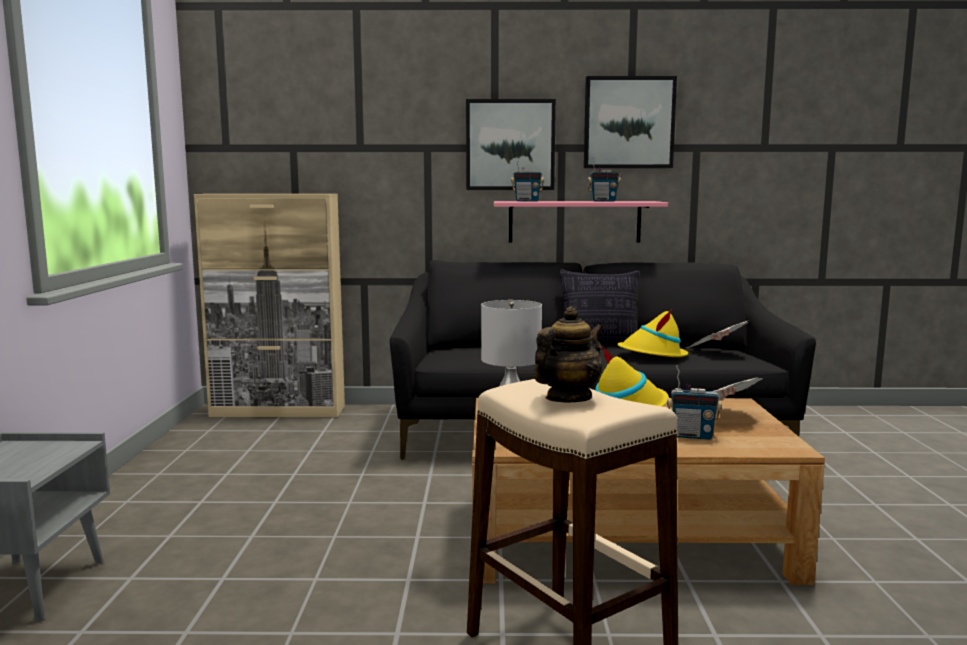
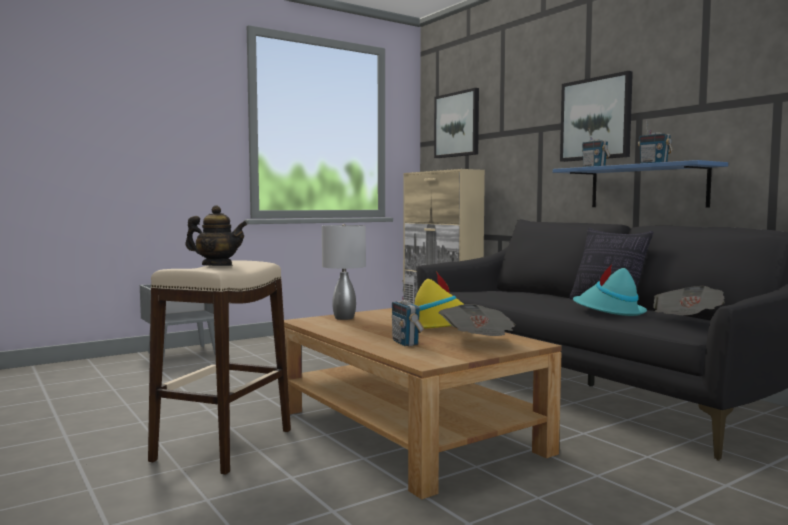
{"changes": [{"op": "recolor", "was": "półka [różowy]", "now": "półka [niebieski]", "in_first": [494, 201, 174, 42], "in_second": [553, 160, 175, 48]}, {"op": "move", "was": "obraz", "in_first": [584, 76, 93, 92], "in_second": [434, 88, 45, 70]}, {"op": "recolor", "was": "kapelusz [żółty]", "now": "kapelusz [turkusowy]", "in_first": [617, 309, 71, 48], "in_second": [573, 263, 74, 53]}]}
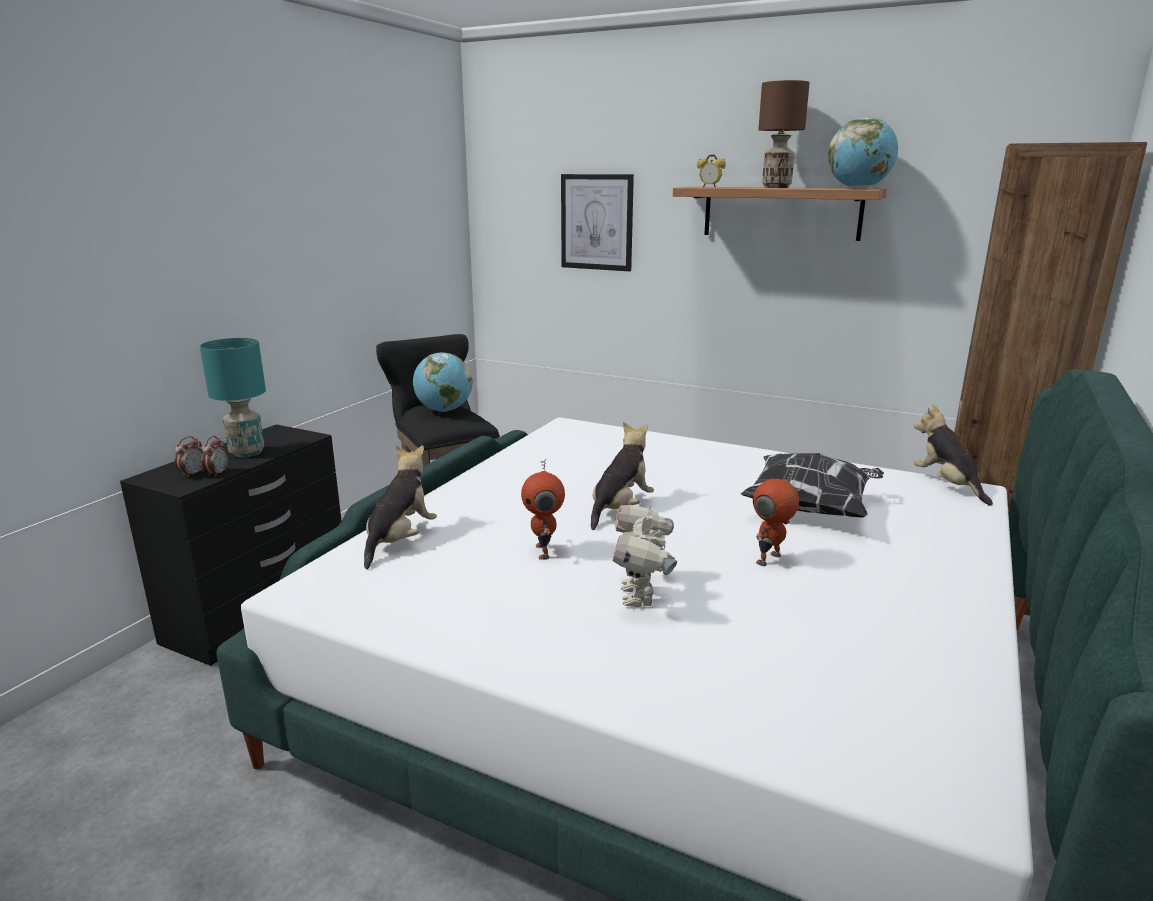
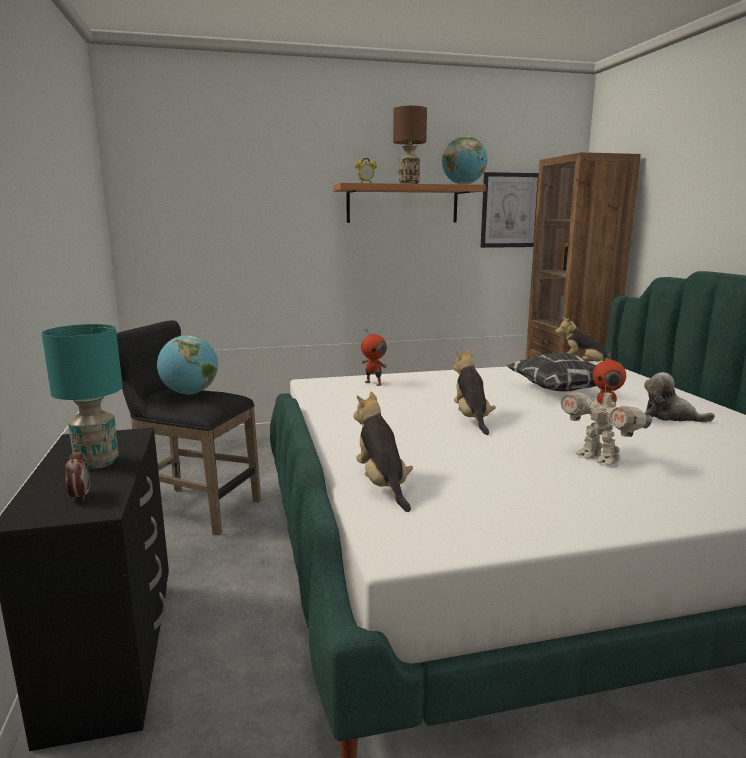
{"changes": [{"op": "delete", "was": "budzik", "in_first": [201, 436, 27, 41]}, {"op": "move", "was": "robot zabawkowy", "in_first": [521, 459, 44, 101], "in_second": [361, 328, 26, 58]}, {"op": "move", "was": "obraz", "in_first": [561, 174, 73, 97], "in_second": [481, 172, 58, 76]}, {"op": "insert", "now": "pluszak", "in_second": [644, 372, 71, 50]}]}
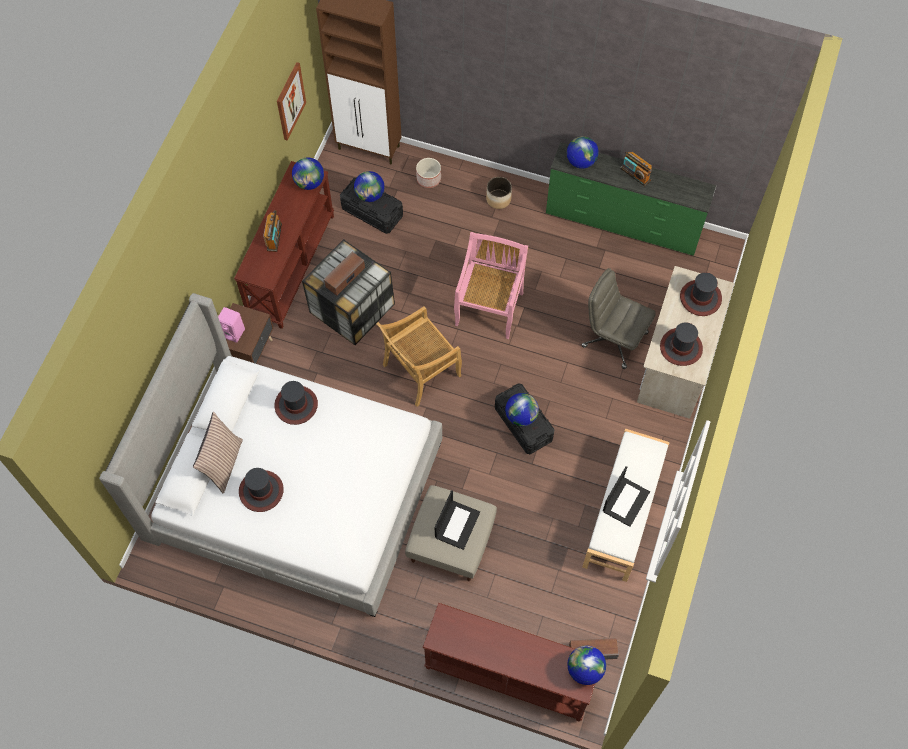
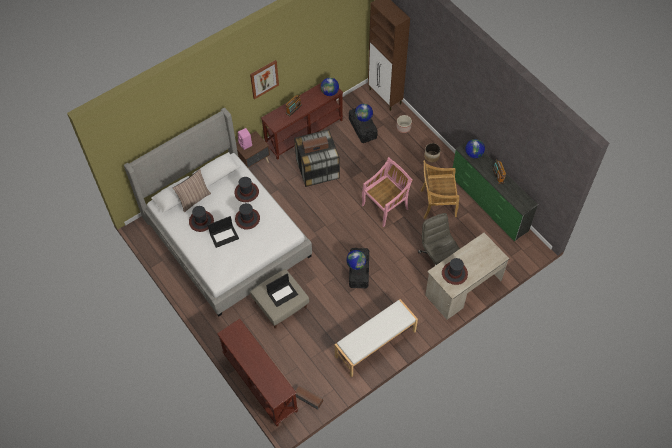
{"changes": [{"op": "move", "was": "obraz", "in_first": [277, 62, 29, 79], "in_second": [250, 60, 29, 39]}, {"op": "move", "was": "krzesło [beżowy]", "in_first": [377, 307, 85, 100], "in_second": [421, 160, 38, 59]}, {"op": "delete", "was": "globus", "in_first": [567, 645, 39, 40]}, {"op": "move", "was": "laptop", "in_first": [603, 466, 47, 61], "in_second": [208, 216, 31, 32]}, {"op": "move", "was": "kapelusz", "in_first": [680, 273, 42, 43], "in_second": [235, 203, 25, 27]}]}
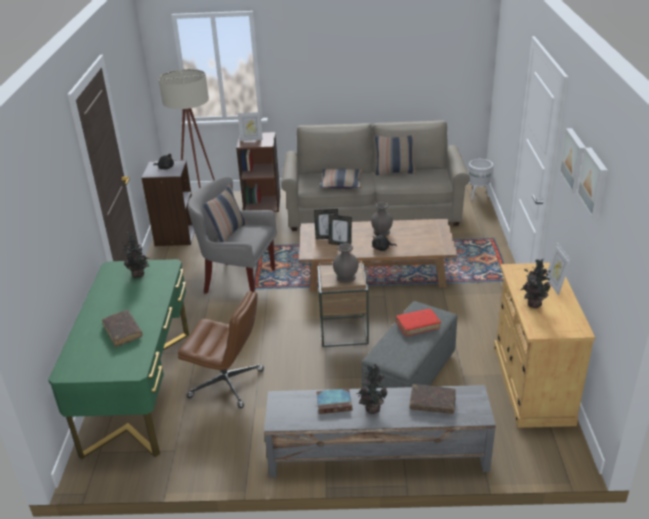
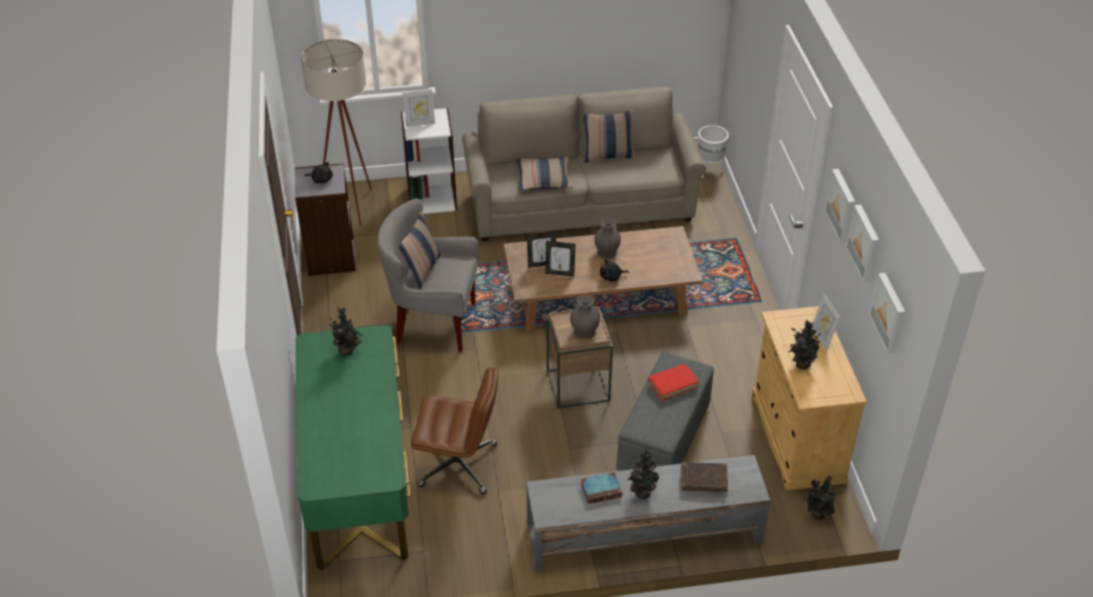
{"changes": [{"op": "delete", "was": "książka [brązowy]", "in_first": [102, 310, 41, 37]}, {"op": "recolor", "was": "regał [brązowy]", "now": "regał [biały]", "in_first": [236, 132, 44, 80], "in_second": [401, 108, 56, 106]}, {"op": "insert", "now": "roślina doniczkowa", "in_second": [803, 474, 39, 46]}, {"op": "insert", "now": "obraz", "in_second": [869, 273, 36, 81]}]}
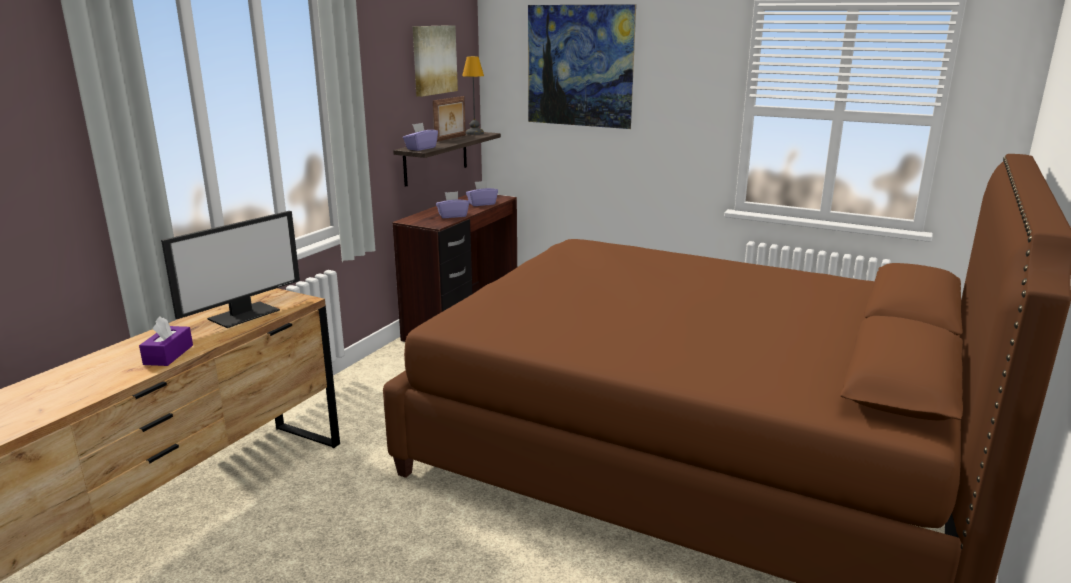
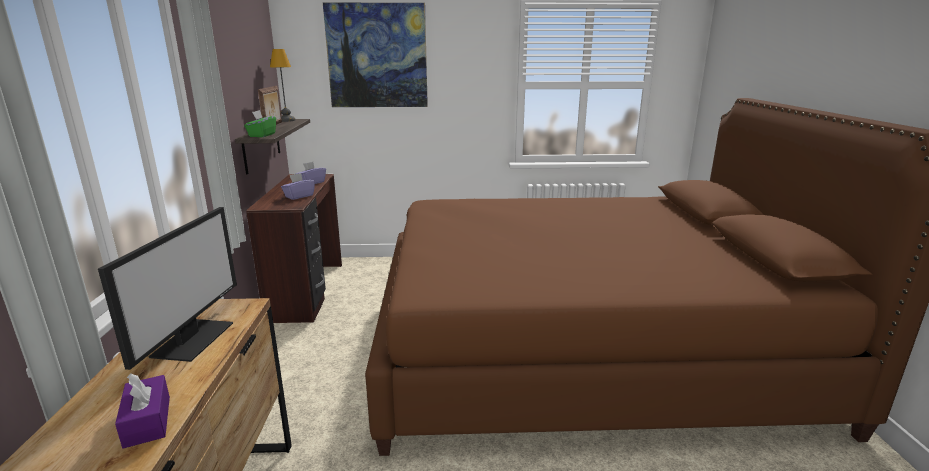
{"changes": [{"op": "recolor", "was": "pudełko chusteczek [fioletowy]", "now": "pudełko chusteczek [zielony]", "in_first": [403, 123, 35, 28], "in_second": [244, 110, 32, 27]}, {"op": "delete", "was": "obraz", "in_first": [413, 25, 45, 72]}]}
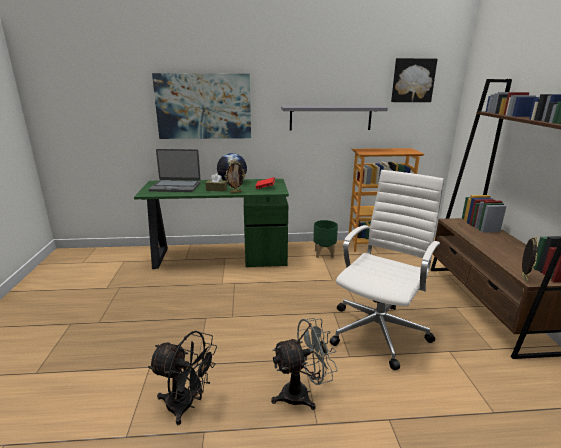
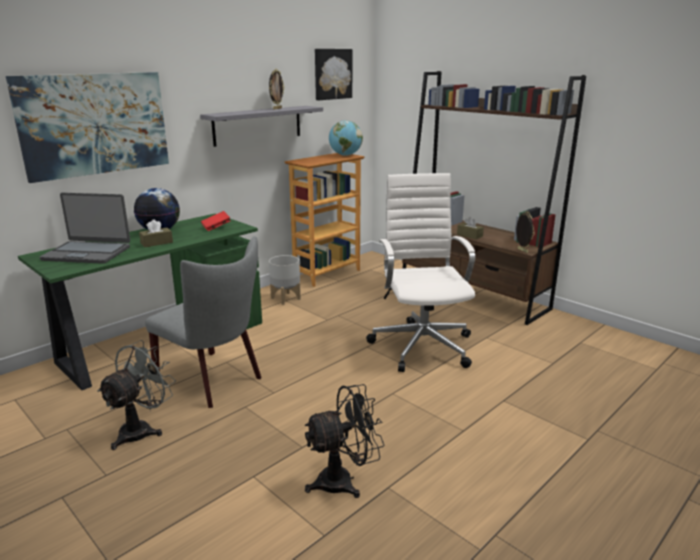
{"changes": [{"op": "rotate", "was": "laptop", "in_first": [149, 149, 51, 43], "in_second": [40, 193, 90, 71], "clockwise": 45}, {"op": "move", "was": "ramka na zdjęcie", "in_first": [225, 161, 21, 32], "in_second": [269, 69, 16, 40]}, {"op": "move", "was": "wentylator [szary]", "in_first": [271, 318, 66, 92], "in_second": [97, 340, 79, 110]}, {"op": "recolor", "was": "donica [zielony]", "now": "donica [szary]", "in_first": [313, 220, 25, 38], "in_second": [269, 255, 32, 50]}, {"op": "insert", "now": "krzesło [szary]", "in_second": [145, 236, 116, 172]}, {"op": "insert", "now": "globus", "in_second": [329, 121, 34, 35]}, {"op": "insert", "now": "pudełko chusteczek [brązowy]", "in_second": [457, 217, 27, 22]}]}
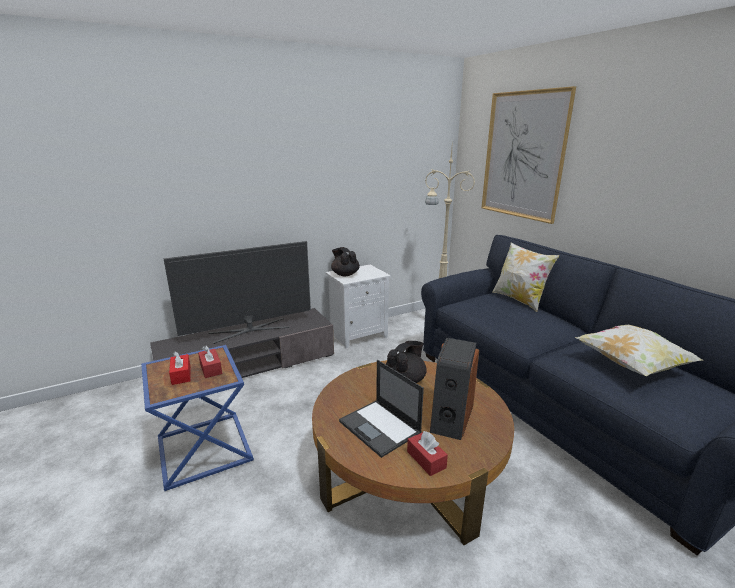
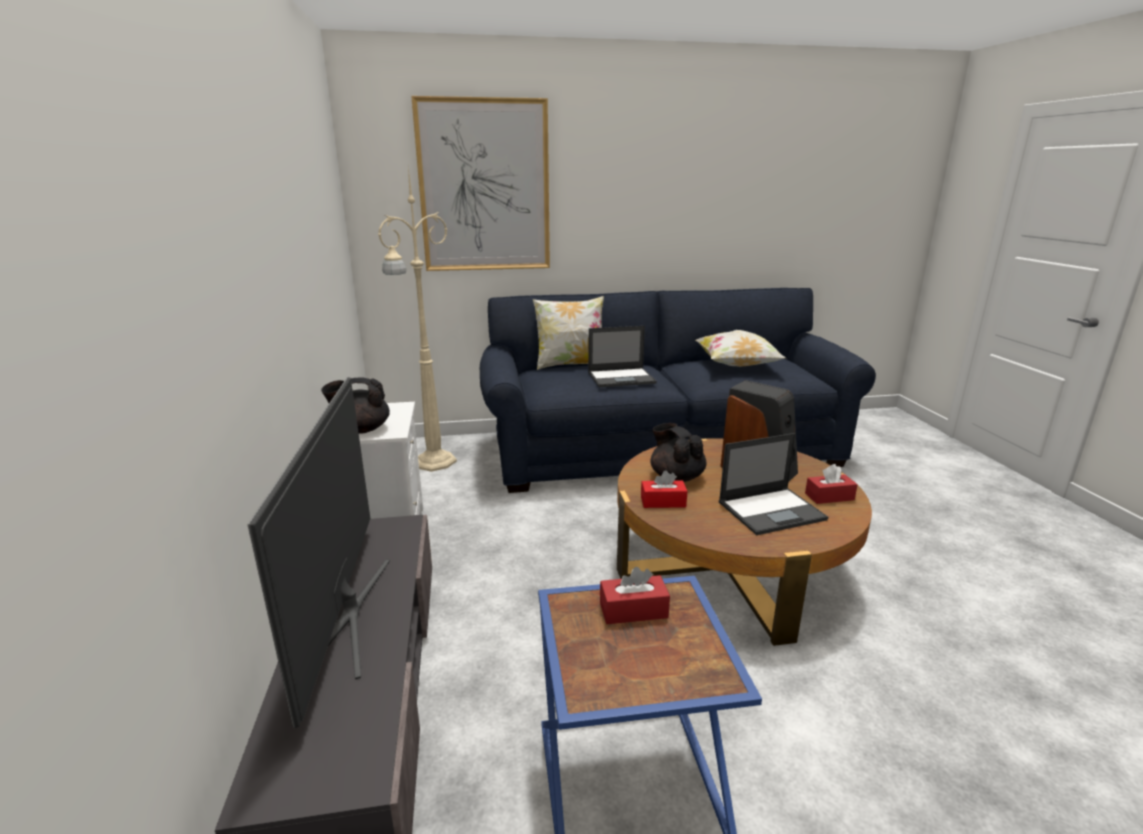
{"changes": [{"op": "move", "was": "pudełko chusteczek [czerwony]", "in_first": [169, 351, 21, 34], "in_second": [641, 470, 46, 38]}, {"op": "insert", "now": "laptop", "in_second": [588, 326, 69, 61]}]}
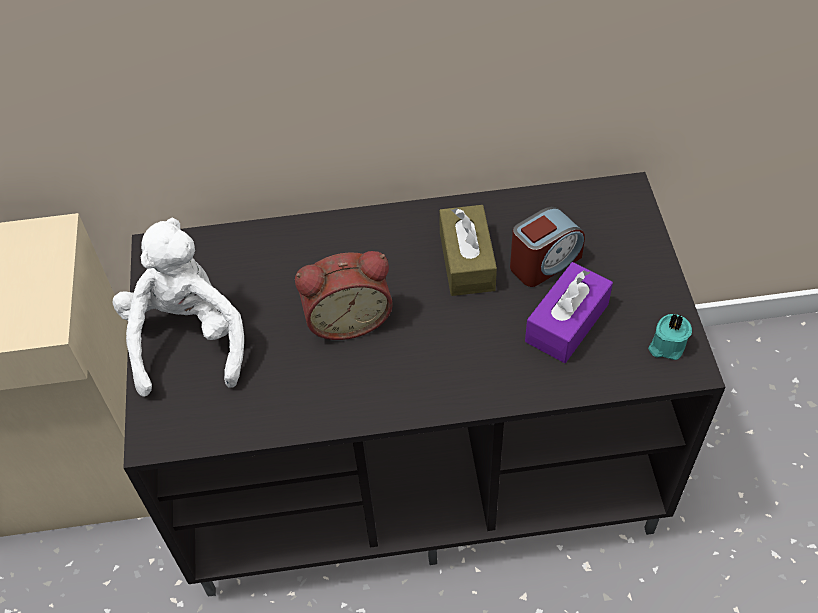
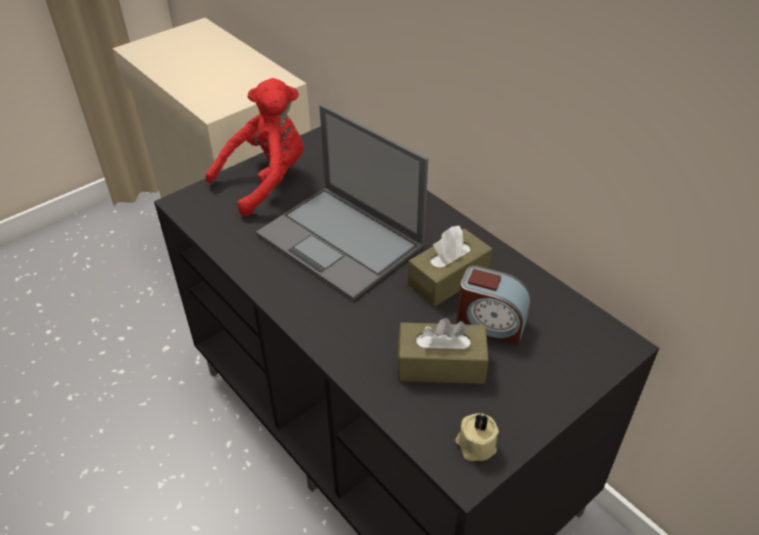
{"changes": [{"op": "recolor", "was": "pluszak [biały]", "now": "pluszak [czerwony]", "in_first": [112, 218, 132, 179], "in_second": [206, 78, 98, 138]}, {"op": "replace", "was": "budzik", "now": "laptop", "in_first": [295, 251, 98, 89], "in_second": [256, 104, 172, 196]}, {"op": "recolor", "was": "pudełko chusteczek [fioletowy]", "now": "pudełko chusteczek [brązowy]", "in_first": [525, 262, 88, 101], "in_second": [397, 318, 92, 66]}, {"op": "recolor", "was": "świeca [turkusowy]", "now": "świeca [beżowy]", "in_first": [648, 314, 44, 46], "in_second": [455, 413, 44, 48]}]}
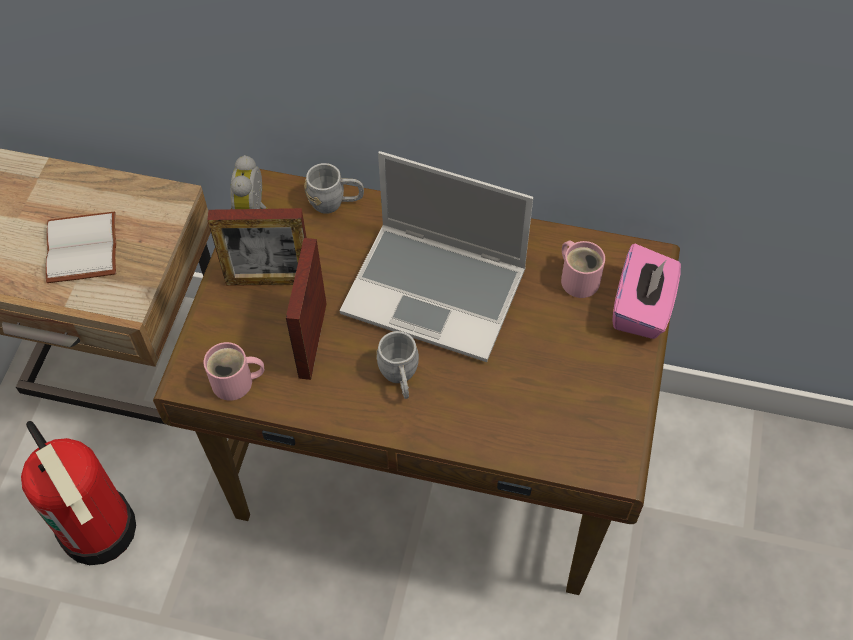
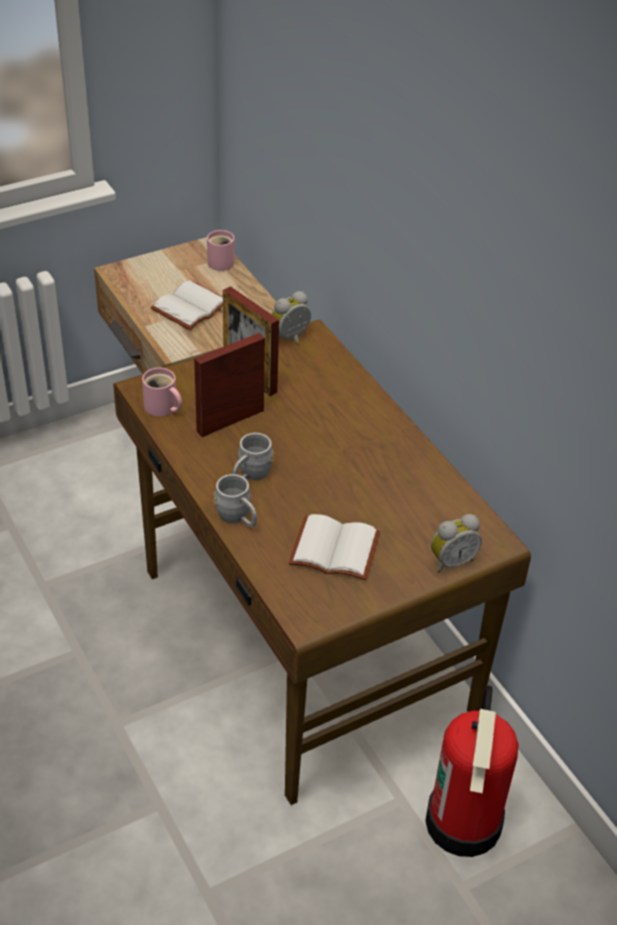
{"changes": [{"op": "move", "was": "gaśnica", "in_first": [21, 421, 115, 144], "in_second": [425, 685, 94, 172]}, {"op": "move", "was": "kubek [szary]", "in_first": [304, 163, 60, 51], "in_second": [214, 474, 43, 53]}, {"op": "delete", "was": "laptop", "in_first": [340, 151, 193, 211]}, {"op": "move", "was": "kubek [różowy]", "in_first": [561, 240, 44, 58], "in_second": [207, 230, 28, 41]}, {"op": "replace", "was": "pudełko chusteczek [różowy]", "now": "budzik", "in_first": [612, 244, 69, 95], "in_second": [431, 514, 51, 59]}, {"op": "insert", "now": "książka [biały]", "in_second": [289, 514, 91, 66]}]}
